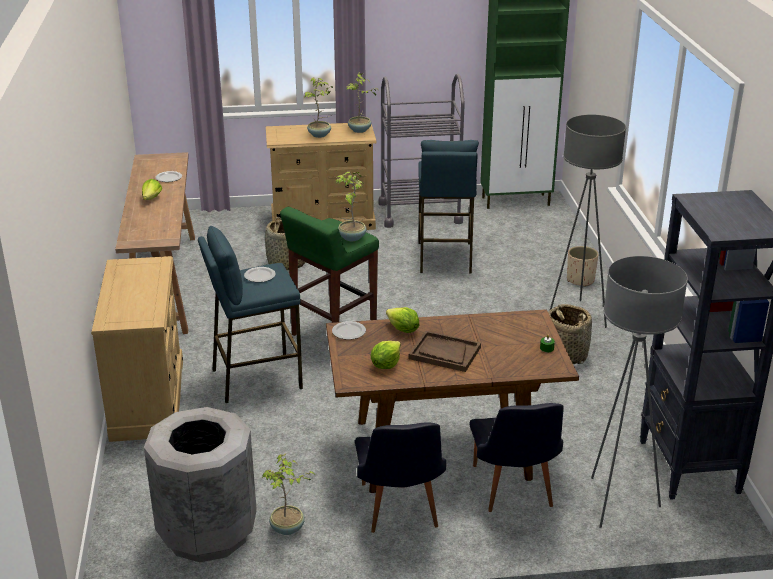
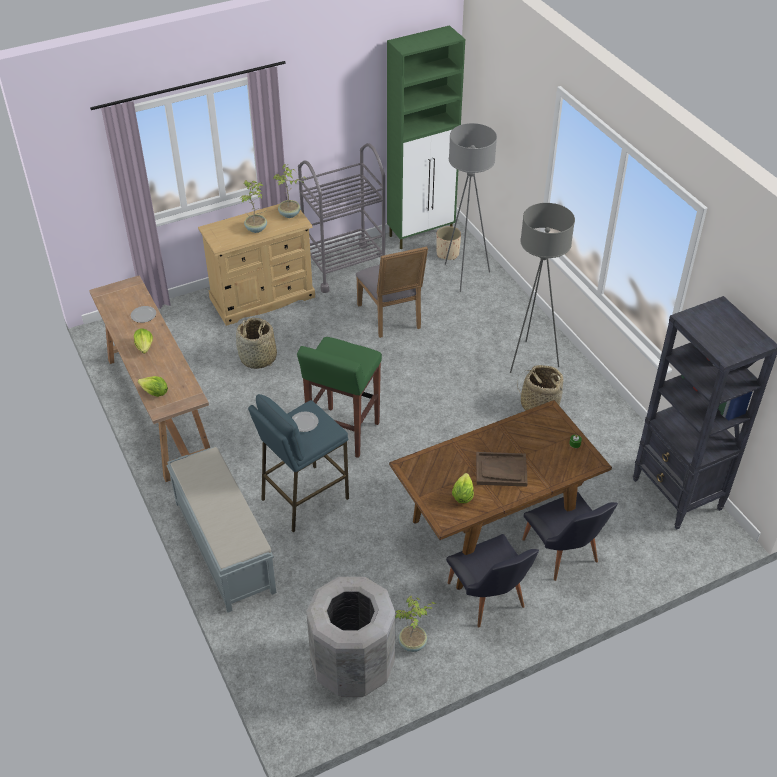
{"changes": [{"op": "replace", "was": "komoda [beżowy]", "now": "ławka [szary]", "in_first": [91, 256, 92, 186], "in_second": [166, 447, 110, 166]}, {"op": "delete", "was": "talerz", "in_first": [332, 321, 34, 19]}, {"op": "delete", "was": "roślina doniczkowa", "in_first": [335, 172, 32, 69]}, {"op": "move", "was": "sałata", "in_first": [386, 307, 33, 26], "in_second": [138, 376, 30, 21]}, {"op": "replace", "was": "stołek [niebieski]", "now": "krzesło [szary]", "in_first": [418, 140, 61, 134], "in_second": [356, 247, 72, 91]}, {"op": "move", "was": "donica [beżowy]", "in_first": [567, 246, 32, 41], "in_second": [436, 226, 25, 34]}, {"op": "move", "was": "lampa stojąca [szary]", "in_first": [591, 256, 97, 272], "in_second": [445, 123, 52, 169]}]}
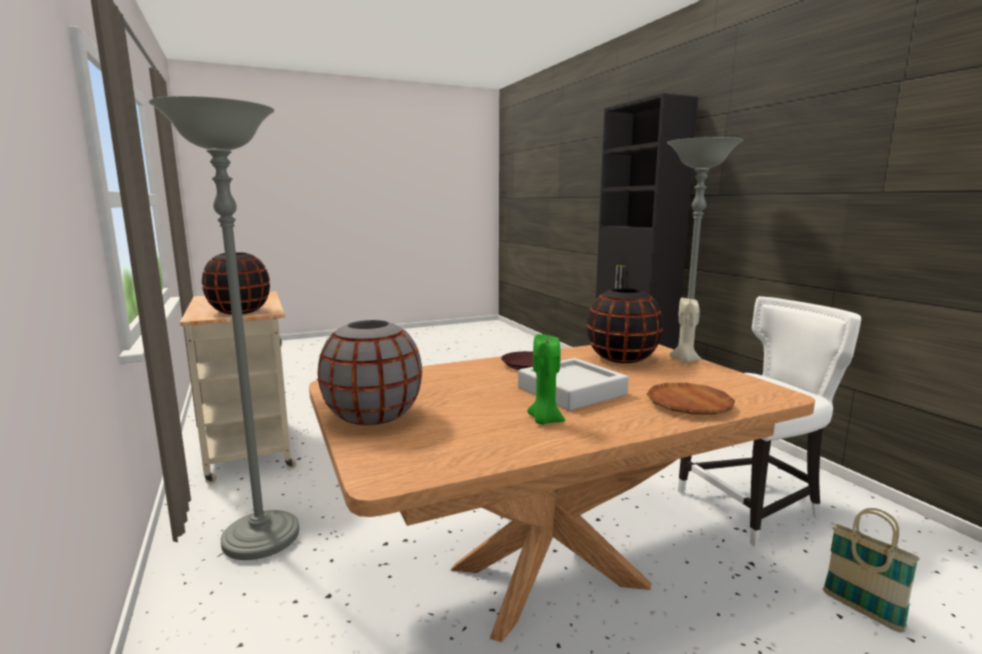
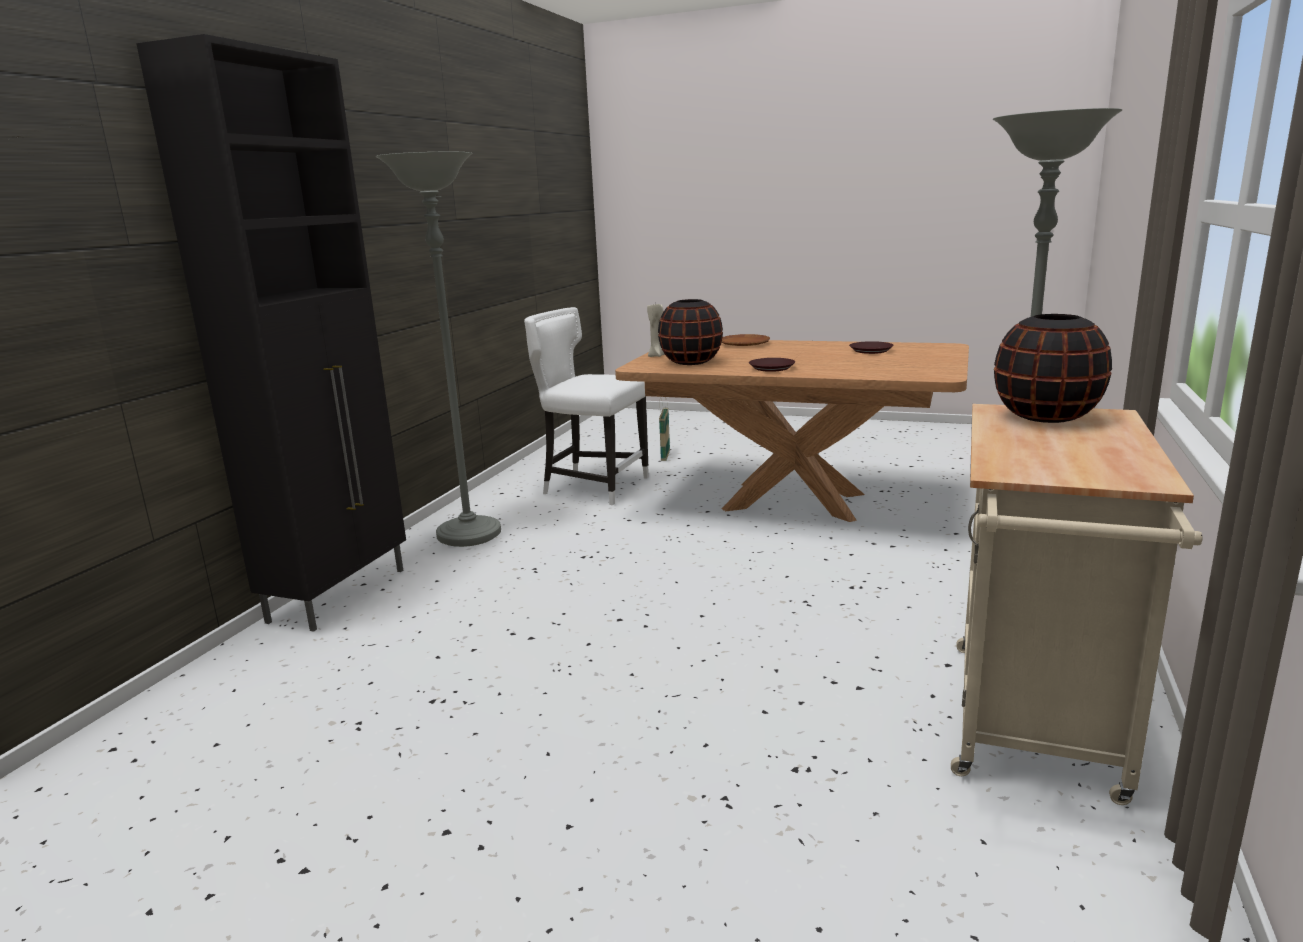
{"changes": [{"op": "delete", "was": "wazon [szary]", "in_first": [317, 320, 105, 106]}, {"op": "delete", "was": "taca [szary]", "in_first": [518, 358, 111, 53]}, {"op": "delete", "was": "świeca [zielony]", "in_first": [527, 333, 38, 92]}, {"op": "insert", "now": "talerz [brązowy]", "in_second": [849, 341, 45, 13]}]}
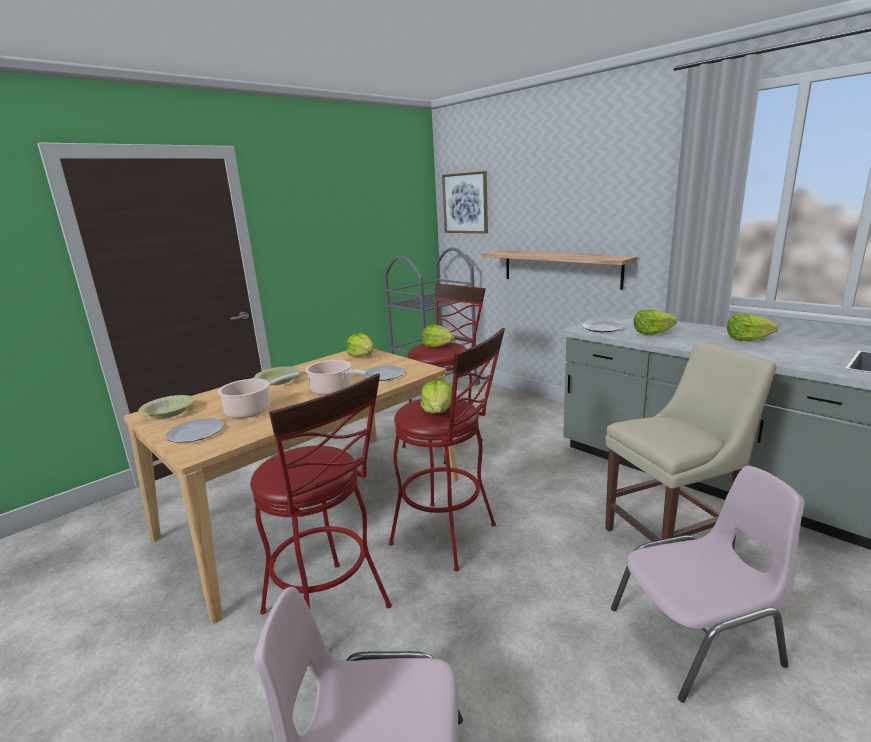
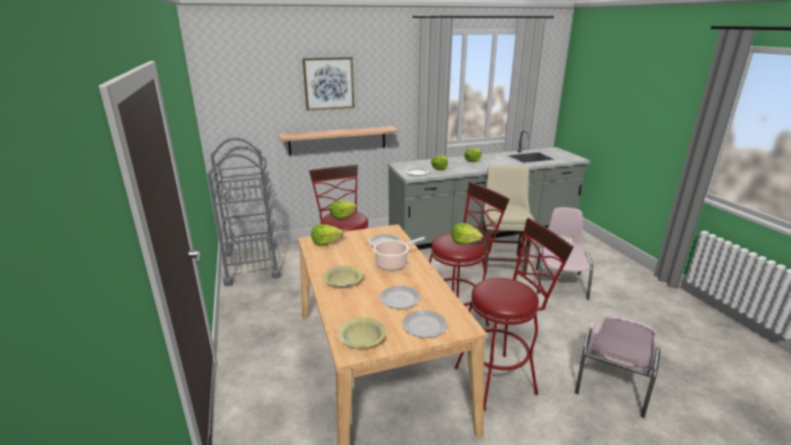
{"changes": [{"op": "replace", "was": "garnek", "now": "talerz", "in_first": [218, 373, 81, 45], "in_second": [380, 286, 41, 23]}, {"op": "move", "was": "obraz", "in_first": [442, 171, 46, 63], "in_second": [302, 57, 53, 54]}]}
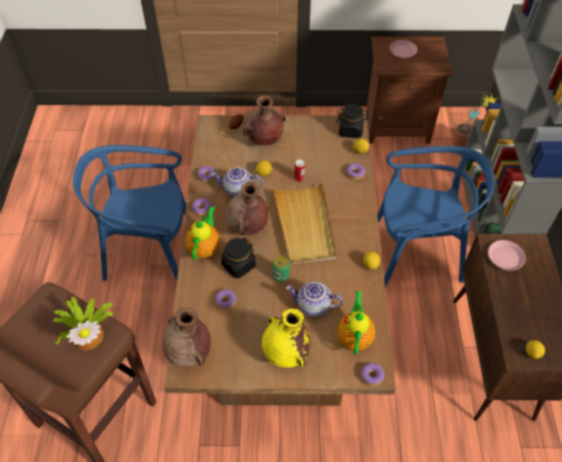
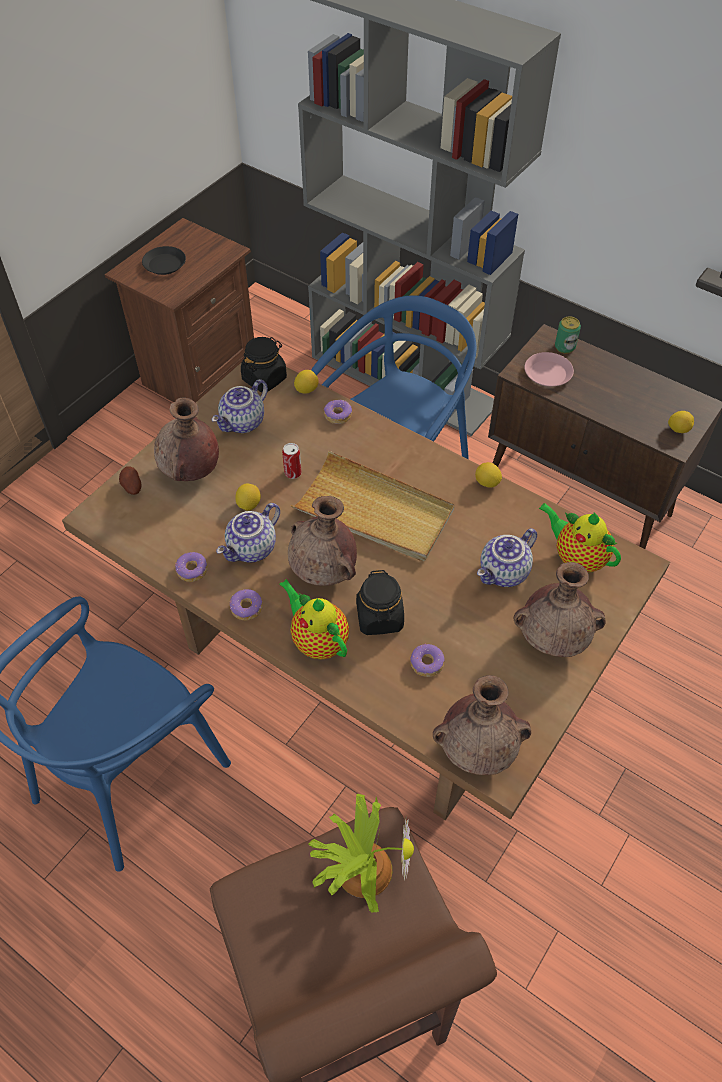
{"changes": [{"op": "recolor", "was": "wazon [żółty]", "now": "wazon [brązowy]", "in_first": [262, 309, 49, 59], "in_second": [514, 562, 92, 95]}, {"op": "move", "was": "puszka", "in_first": [272, 255, 18, 27], "in_second": [555, 316, 26, 38]}, {"op": "delete", "was": "donut", "in_first": [361, 363, 23, 23]}, {"op": "recolor", "was": "talerz [różowy]", "now": "talerz [czarny]", "in_first": [389, 40, 29, 18], "in_second": [142, 246, 44, 29]}, {"op": "delete", "was": "roślina doniczkowa", "in_first": [452, 93, 45, 54]}, {"op": "insert", "now": "imbryk", "in_second": [212, 379, 56, 54]}]}
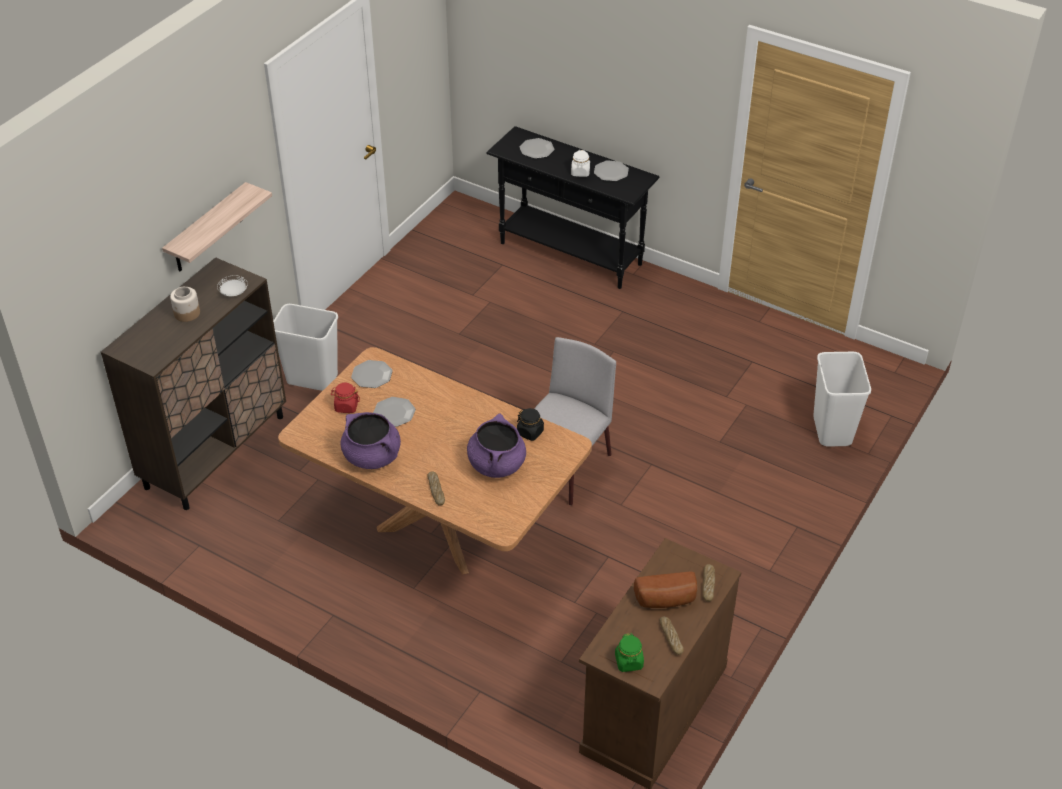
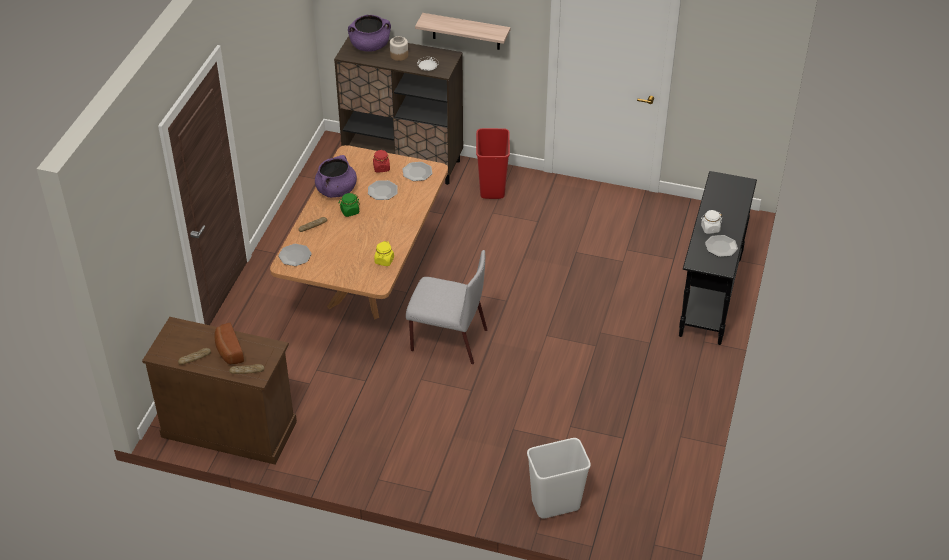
{"changes": [{"op": "recolor", "was": "kosz na śmieci [biały]", "now": "kosz na śmieci [czerwony]", "in_first": [273, 304, 65, 87], "in_second": [476, 128, 34, 71]}, {"op": "move", "was": "garnek [fioletowy]", "in_first": [467, 414, 59, 64], "in_second": [348, 15, 43, 37]}, {"op": "recolor", "was": "słoik [czarny]", "now": "słoik [żółty]", "in_first": [517, 408, 27, 33], "in_second": [374, 241, 20, 25]}, {"op": "move", "was": "talerz", "in_first": [519, 138, 36, 21], "in_second": [278, 244, 34, 22]}, {"op": "move", "was": "słoik [zielony]", "in_first": [615, 633, 29, 39], "in_second": [339, 193, 21, 24]}]}
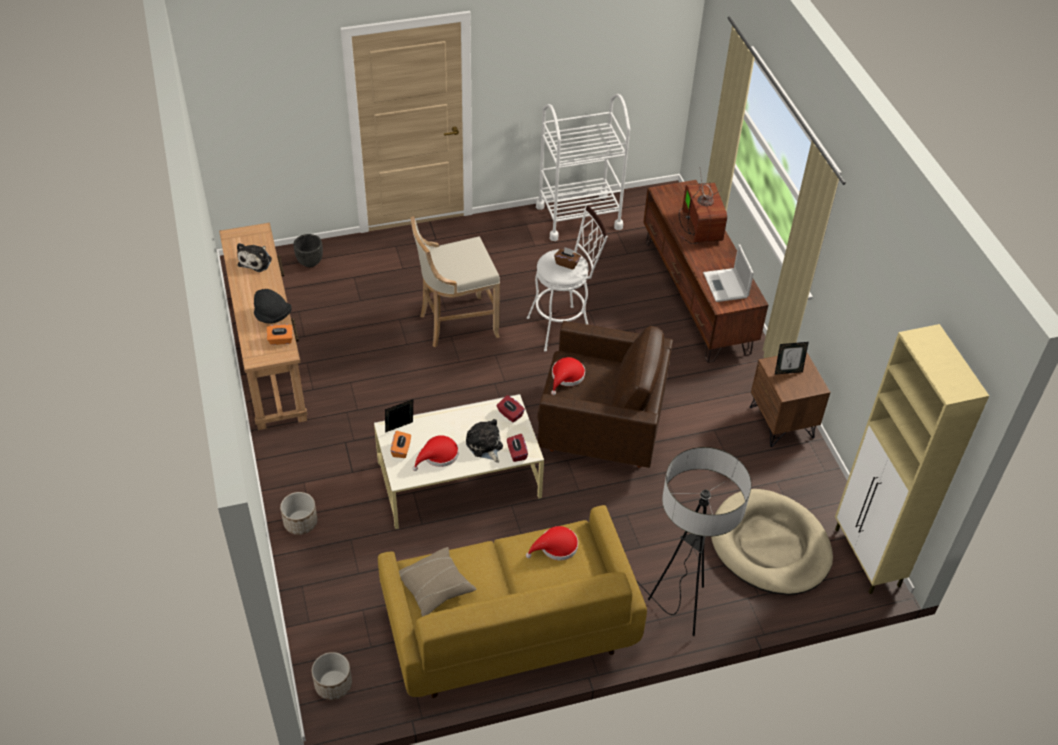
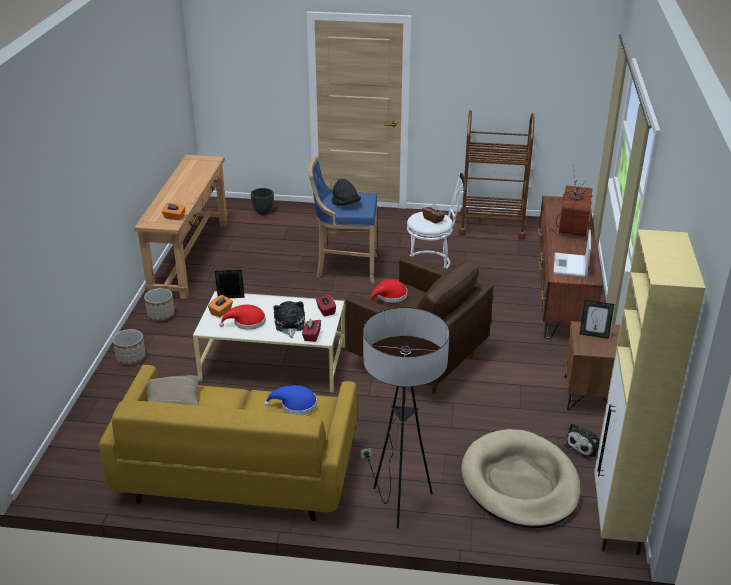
{"changes": [{"op": "move", "was": "pluszak", "in_first": [237, 243, 35, 29], "in_second": [565, 423, 34, 36]}, {"op": "move", "was": "kapelusz [czarny]", "in_first": [254, 289, 37, 35], "in_second": [332, 179, 29, 27]}, {"op": "move", "was": "donica", "in_first": [312, 652, 40, 48], "in_second": [144, 288, 31, 33]}, {"op": "recolor", "was": "stołek [beżowy]", "now": "stołek [niebieski]", "in_first": [411, 216, 89, 131], "in_second": [309, 156, 68, 127]}, {"op": "recolor", "was": "kapelusz [czerwony]", "now": "kapelusz [niebieski]", "in_first": [526, 526, 52, 35], "in_second": [264, 385, 53, 30]}, {"op": "recolor", "was": "wózek [biały]", "now": "wózek [brązowy]", "in_first": [536, 94, 94, 147], "in_second": [458, 110, 77, 130]}]}
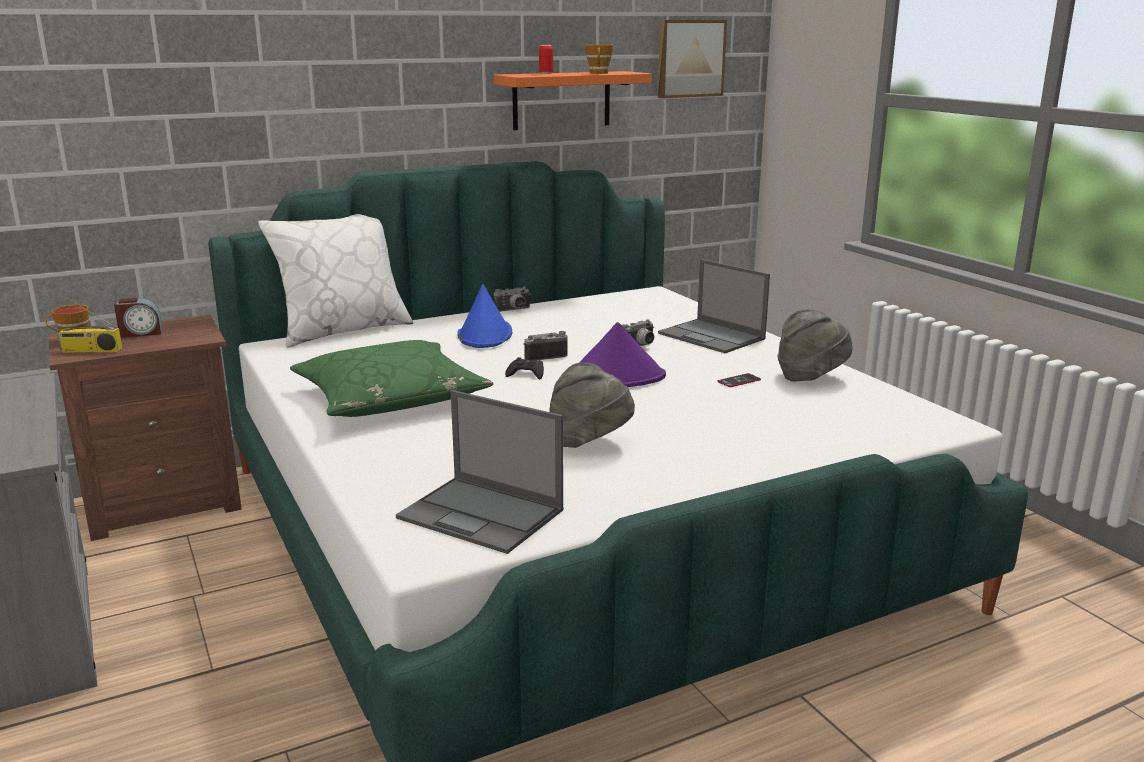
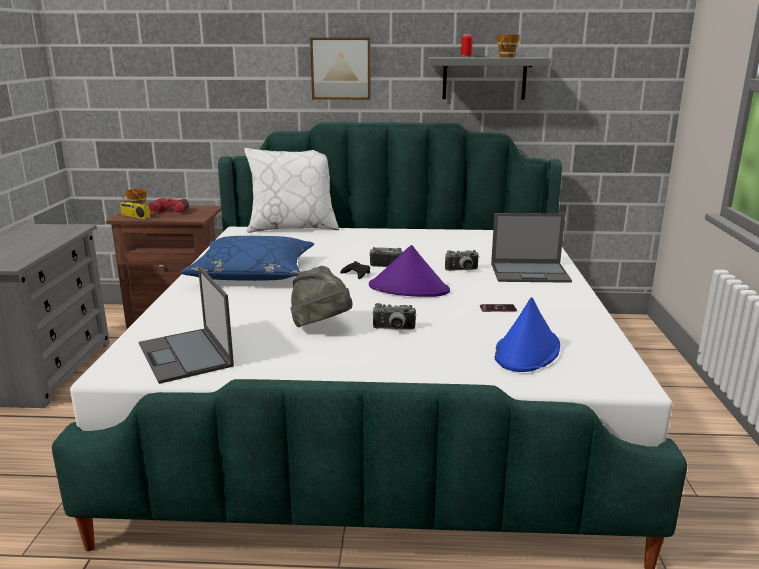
{"changes": [{"op": "replace", "was": "budzik", "now": "lornetka [czerwony]", "in_first": [114, 298, 48, 40], "in_second": [149, 198, 40, 15]}, {"op": "recolor", "was": "poduszka [zielony]", "now": "poduszka [niebieski]", "in_first": [290, 340, 203, 77], "in_second": [180, 236, 134, 45]}, {"op": "move", "was": "kapelusz [niebieski]", "in_first": [457, 284, 56, 64], "in_second": [494, 297, 66, 75]}, {"op": "recolor", "was": "półka [pomarańczowy]", "now": "półka [szary]", "in_first": [493, 71, 159, 59], "in_second": [428, 57, 123, 43]}, {"op": "move", "was": "aparat fotograficzny", "in_first": [493, 287, 38, 25], "in_second": [372, 303, 44, 27]}, {"op": "move", "was": "obraz", "in_first": [658, 20, 69, 78], "in_second": [310, 38, 61, 62]}, {"op": "rotate", "was": "laptop", "in_first": [658, 259, 112, 94], "in_second": [491, 213, 81, 70], "clockwise": -75}, {"op": "delete", "was": "kapelusz [szary]", "in_first": [778, 309, 75, 72]}]}
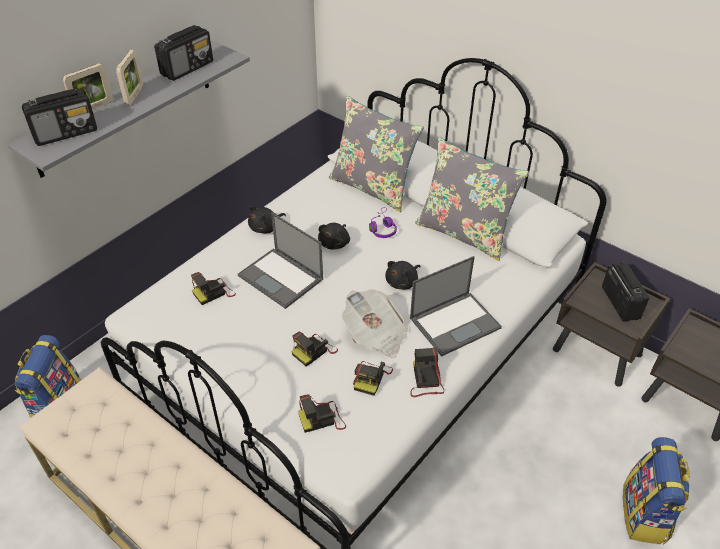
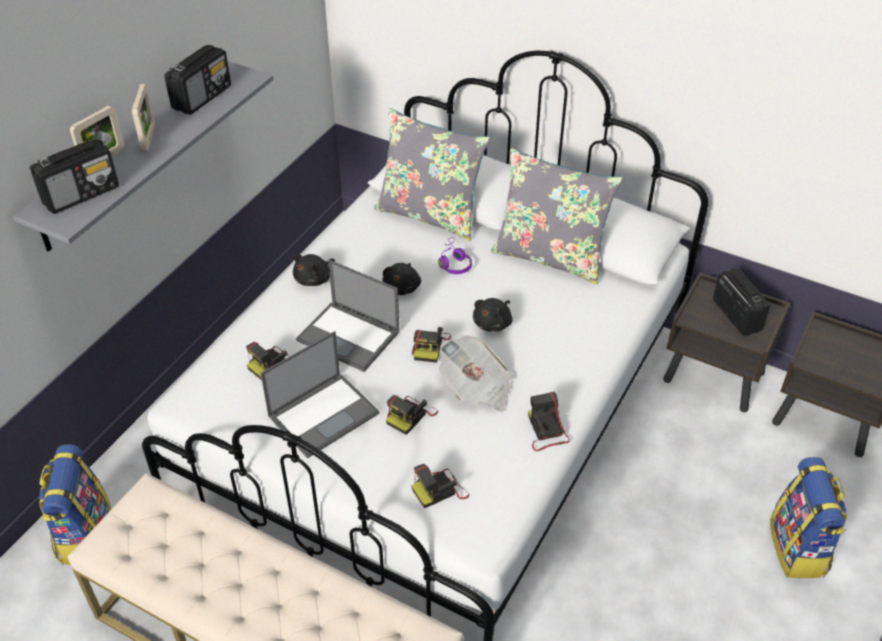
{"changes": [{"op": "move", "was": "aparat fotograficzny", "in_first": [353, 361, 40, 35], "in_second": [412, 327, 39, 36]}, {"op": "move", "was": "laptop", "in_first": [410, 256, 92, 101], "in_second": [260, 331, 119, 128]}]}
